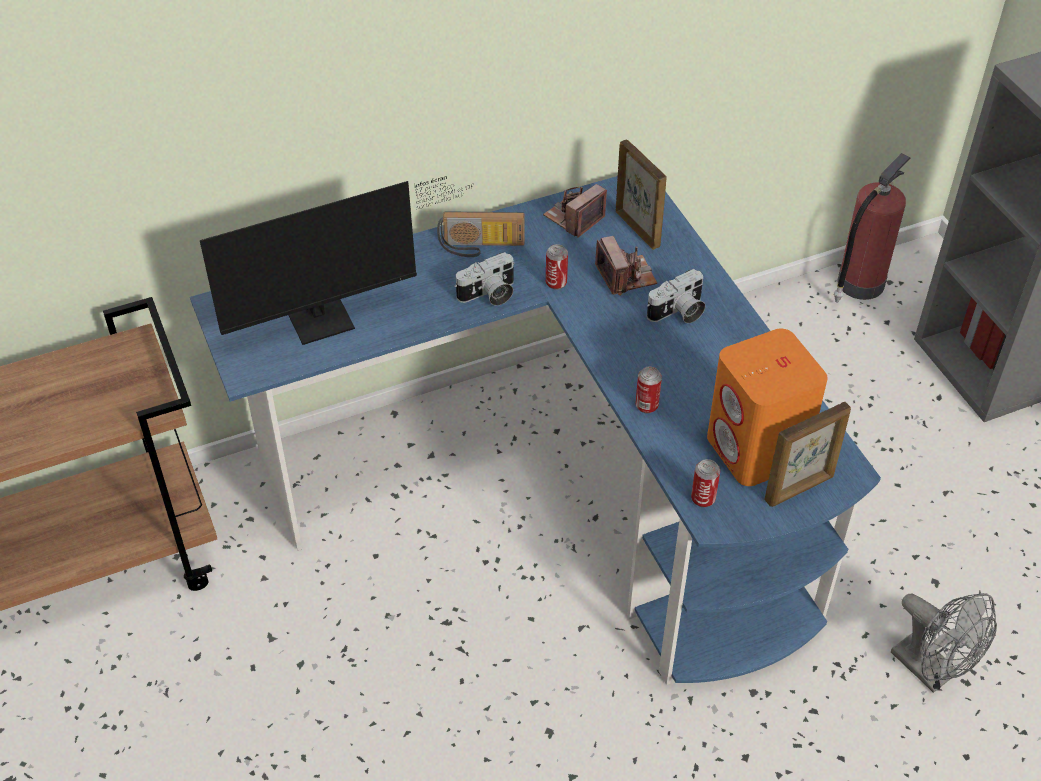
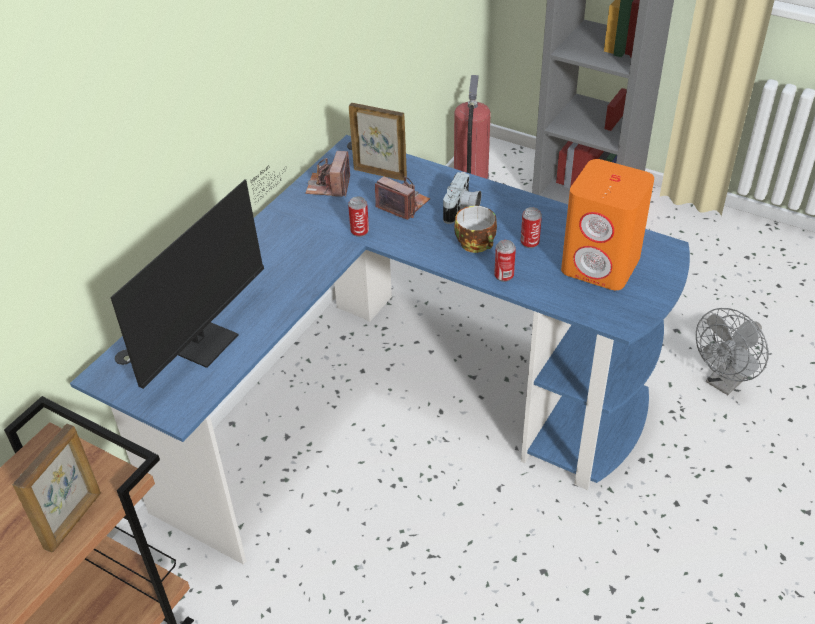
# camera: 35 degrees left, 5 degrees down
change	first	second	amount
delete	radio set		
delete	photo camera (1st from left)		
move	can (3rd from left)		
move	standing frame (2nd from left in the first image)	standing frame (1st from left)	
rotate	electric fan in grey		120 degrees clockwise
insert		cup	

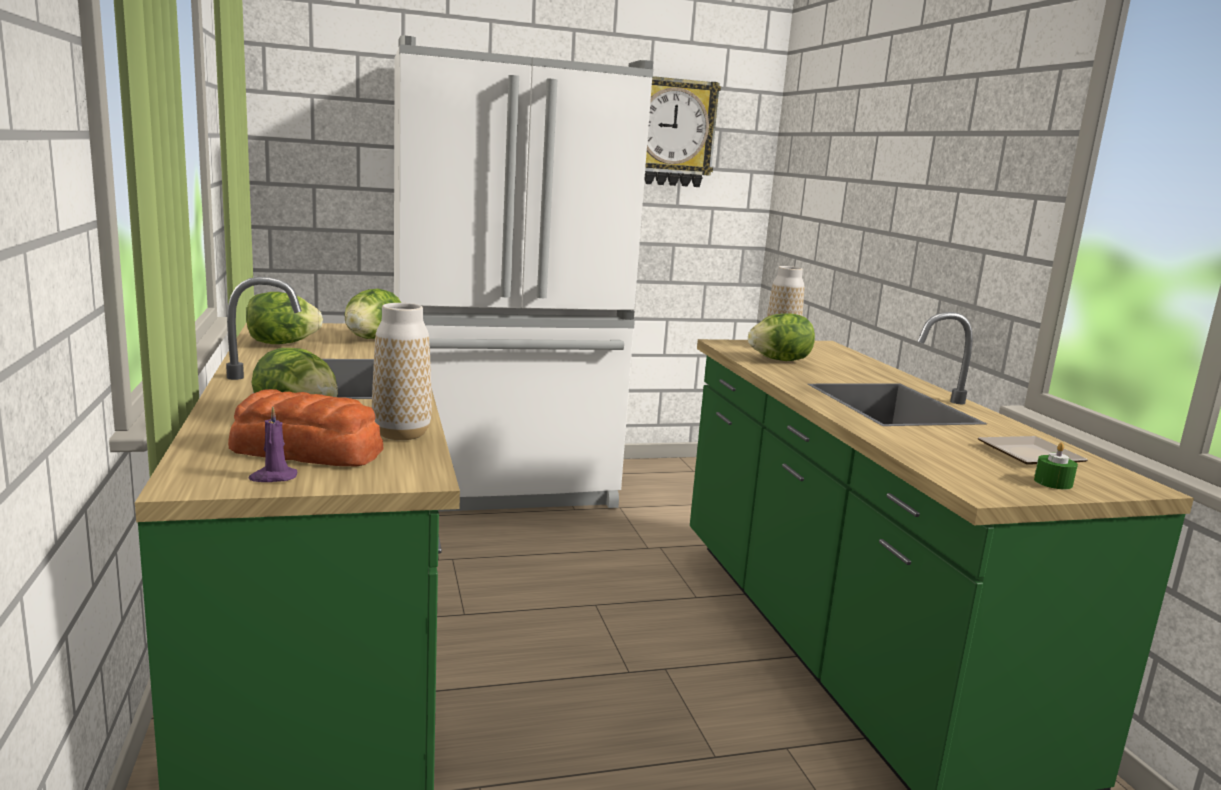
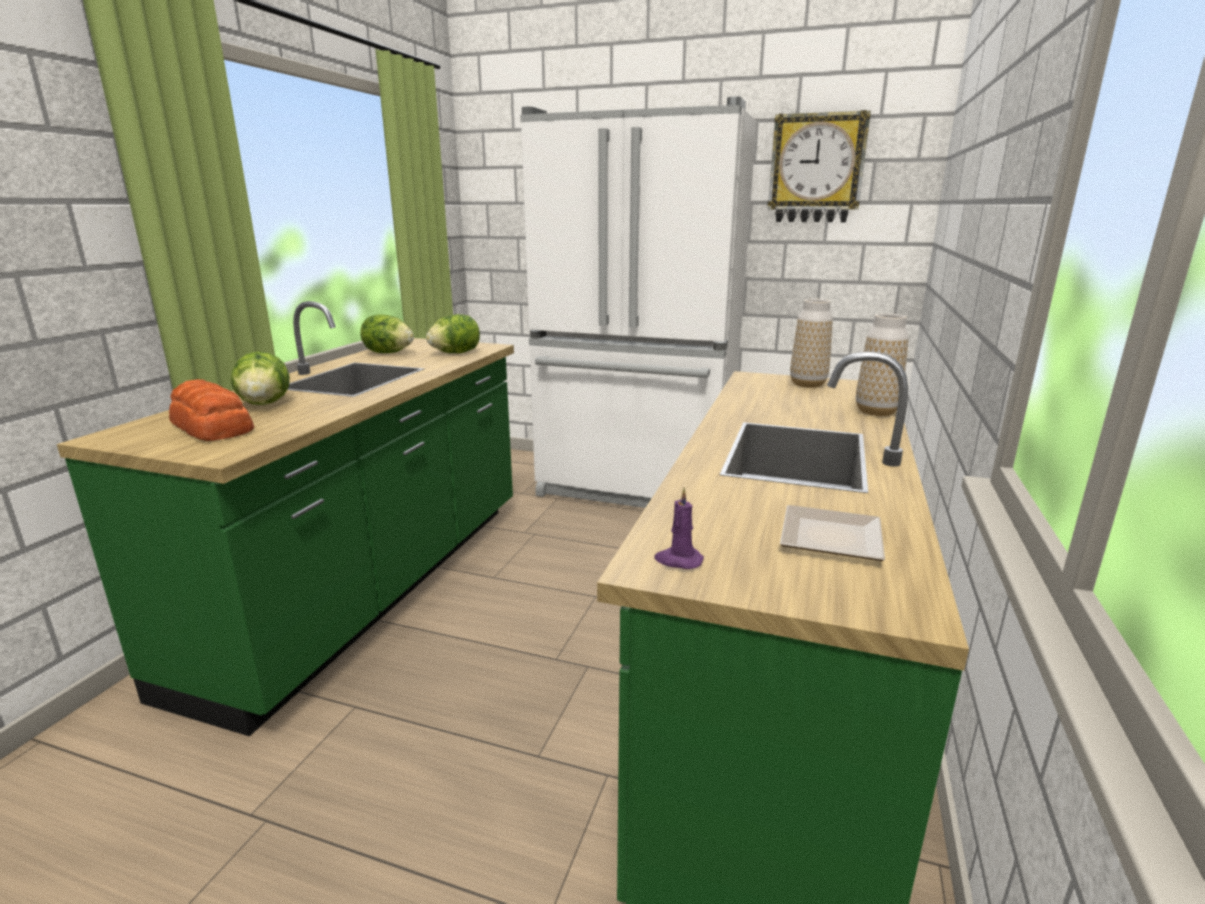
# camera: 35 degrees right, 5 degrees up
change	first	second	amount
move	wax candle in purplish		
move	decorative vase (1st from left in the first image)	decorative vase (2nd from left)	
delete	head of lettuce (4th from left)		
delete	wax candle in green		

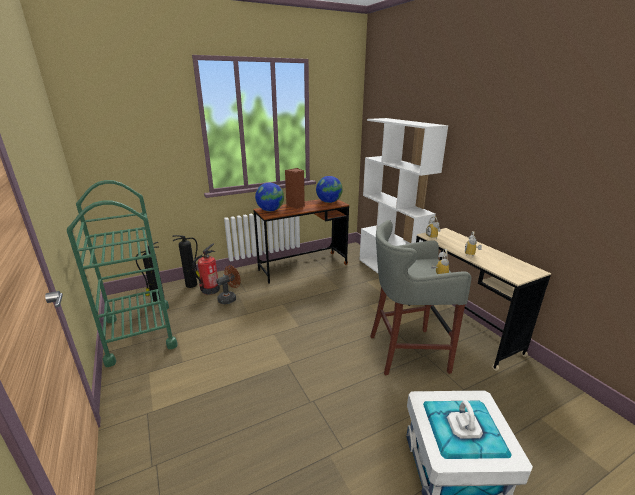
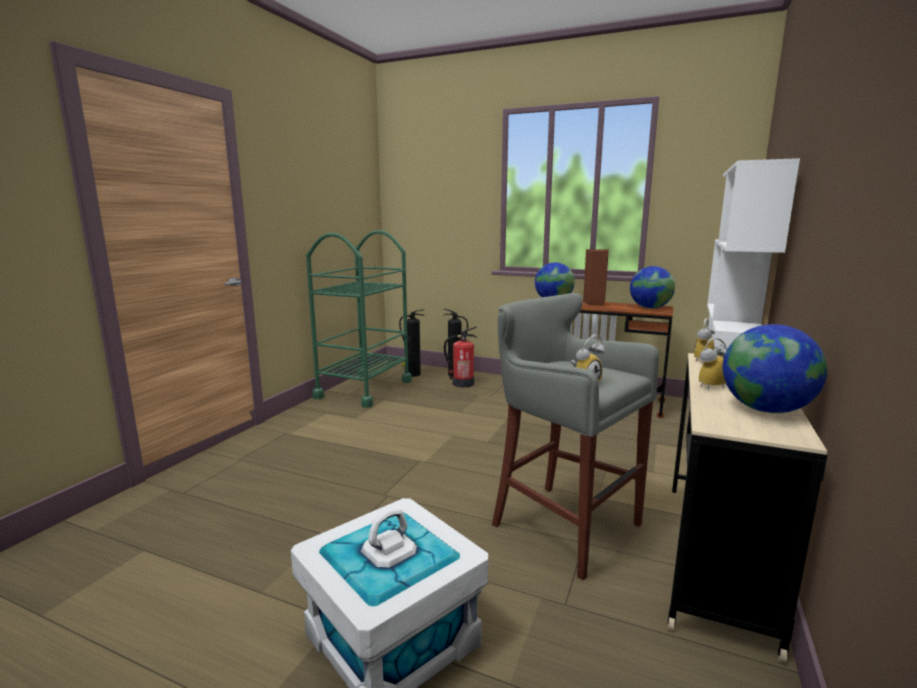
# camera: 50 degrees right, 10 degrees down
change	first	second	amount
delete	electric fan in brown-coloured		
insert		globe (3rd from left)	

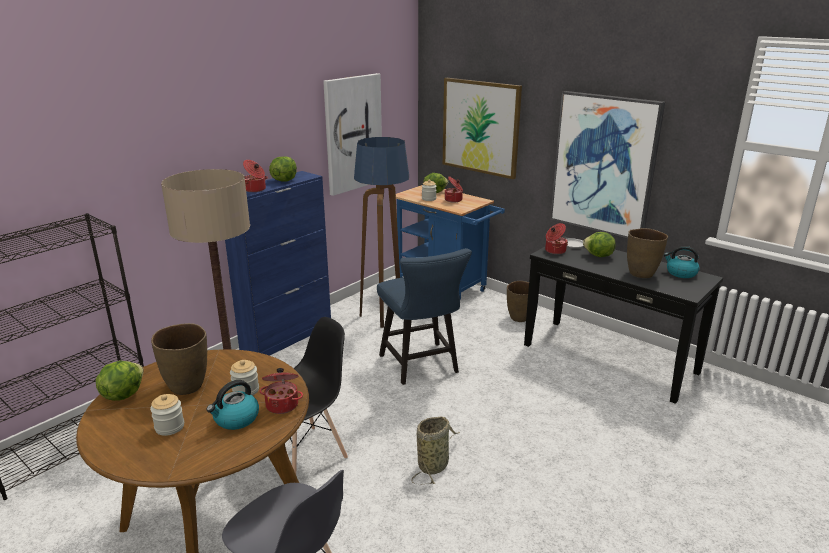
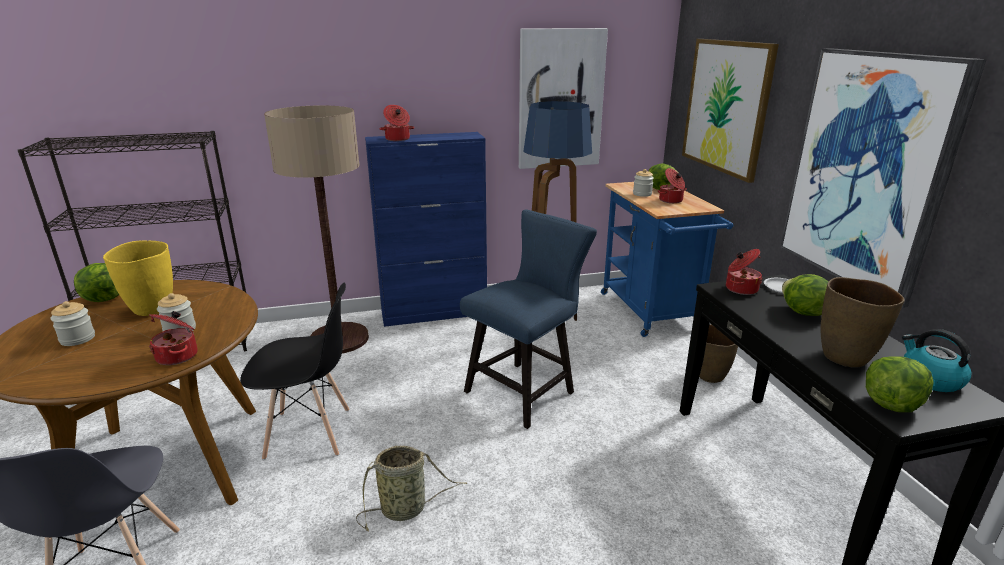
# camera: 35 degrees right, 0 degrees up
change	first	second	amount
recolor	decorative vase in brown-coloured (1st from left)	decorative vase in yellow	
delete	water kettle (1st from left)		
move	head of lettuce (2nd from left in the first image)	head of lettuce (4th from left)	
rotate	plain chair in blue-coloured		150 degrees counterclockwise

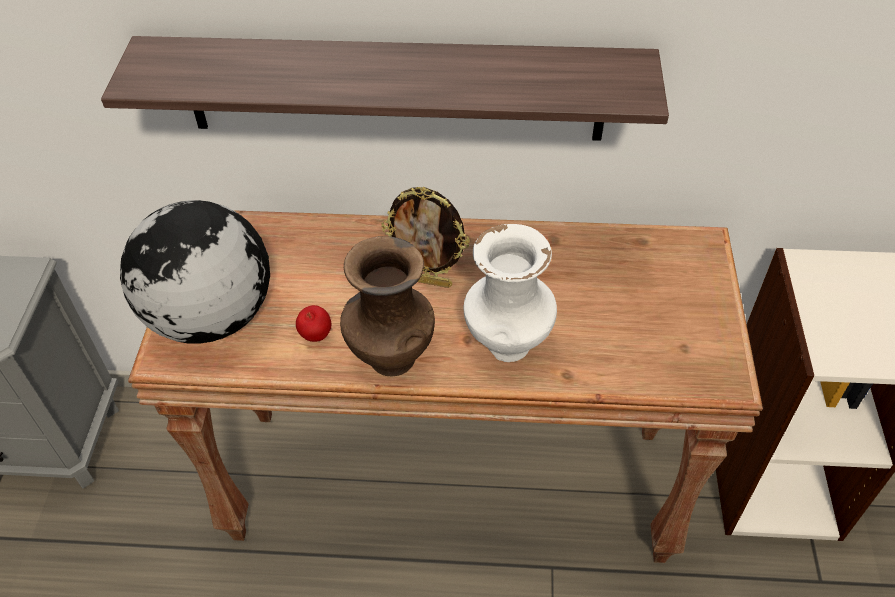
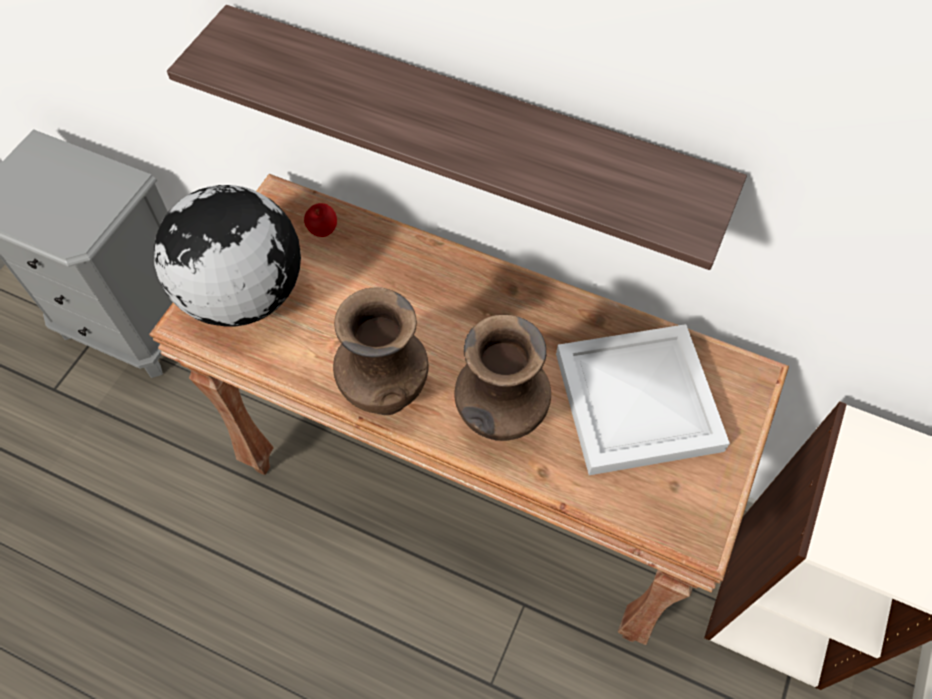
# camera: 20 degrees right, 10 degrees up
change	first	second	amount
move	apple		
delete	standing frame		
recolor	decorative vase in whitish	decorative vase in brown-coloured (2nd from left)	
insert		serving tray in whitish	

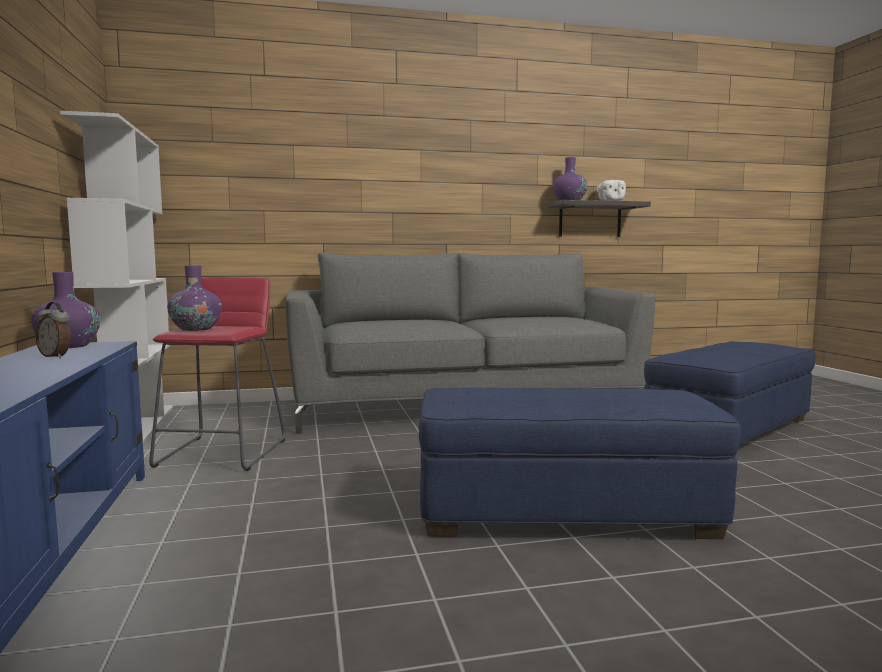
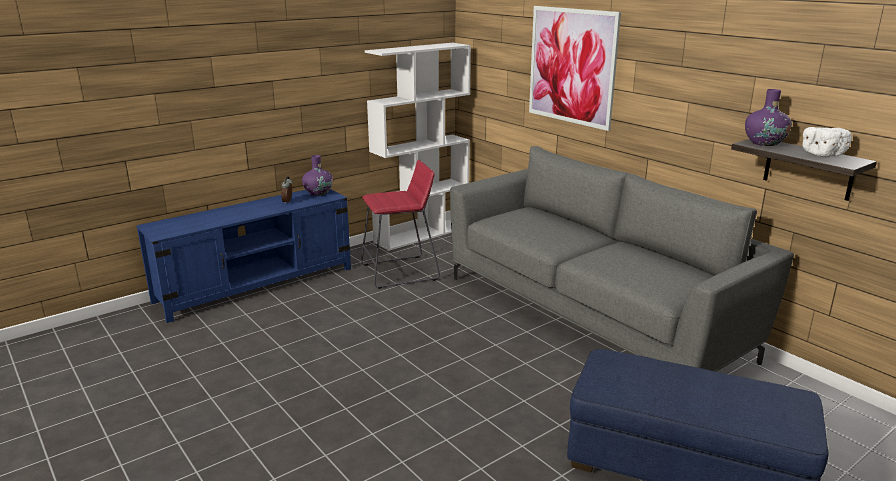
# camera: 65 degrees right, 15 degrees up
change	first	second	amount
delete	decorative vase in purplish (2nd from left)		
delete	pouffe in blue-coloured (1st from left)		
insert		picture	

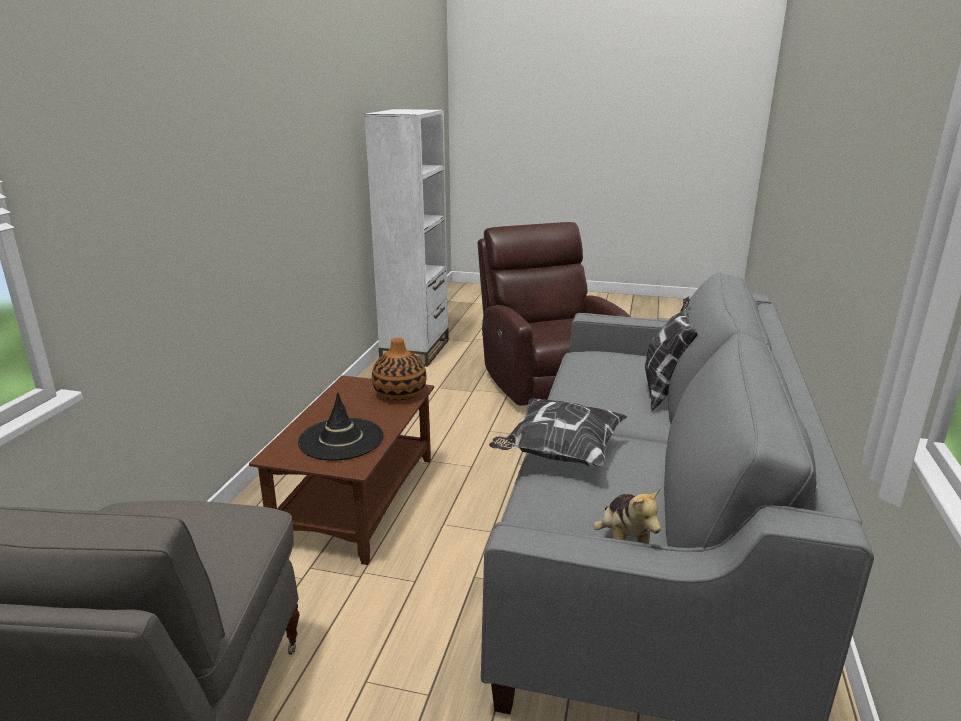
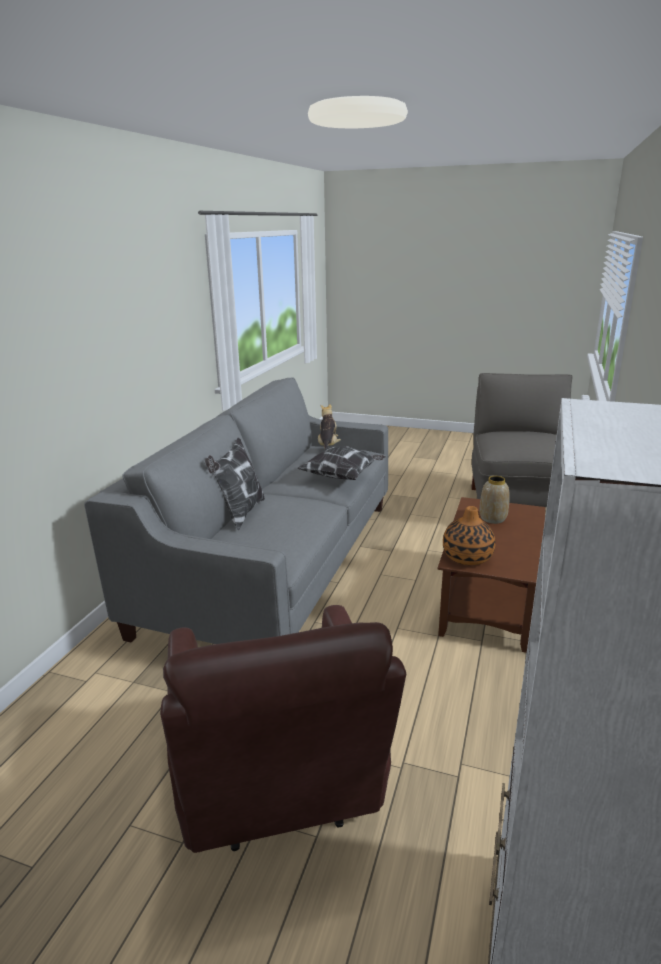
# camera: 175 degrees left, 0 degrees up
change	first	second	amount
replace	wearable hat in black	decorative vase (2nd from left)	

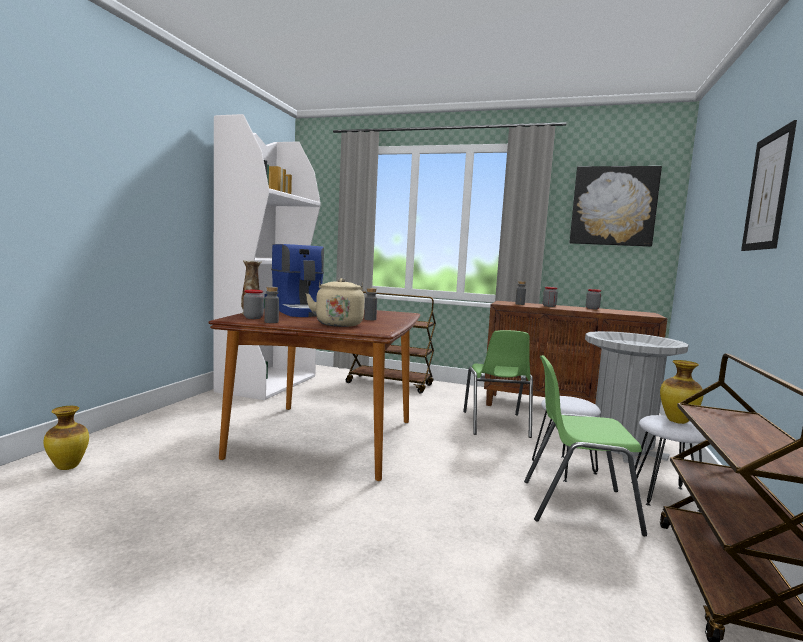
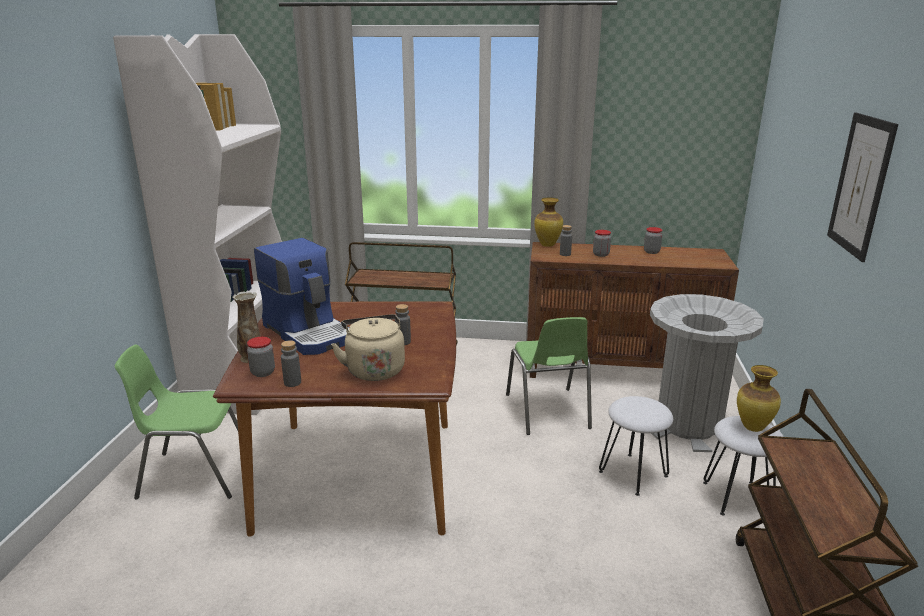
# camera: 10 degrees left, 15 degrees up
change	first	second	amount
move	decorative vase (1st from left in the first image)	decorative vase (2nd from left)	
move	plain chair in green (2nd from left in the first image)	plain chair in green (1st from left)	
delete	picture (1st from left)		

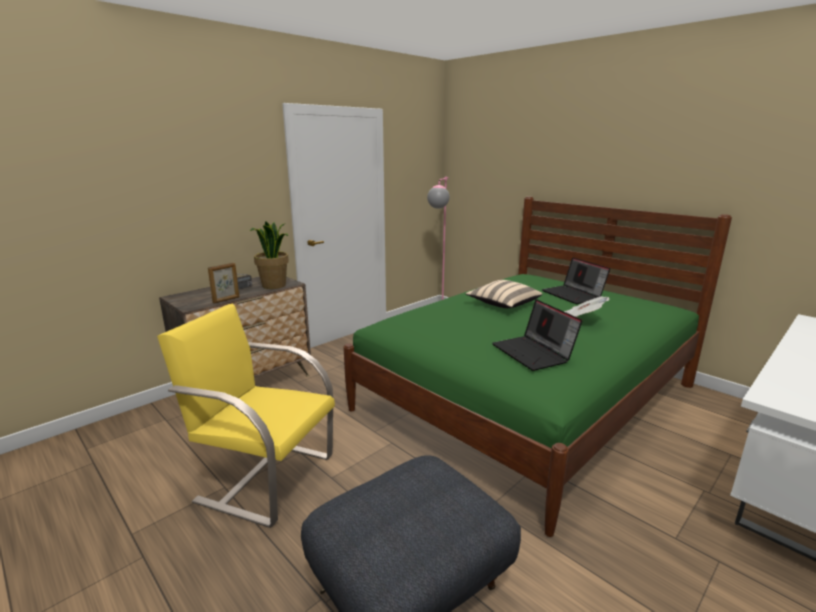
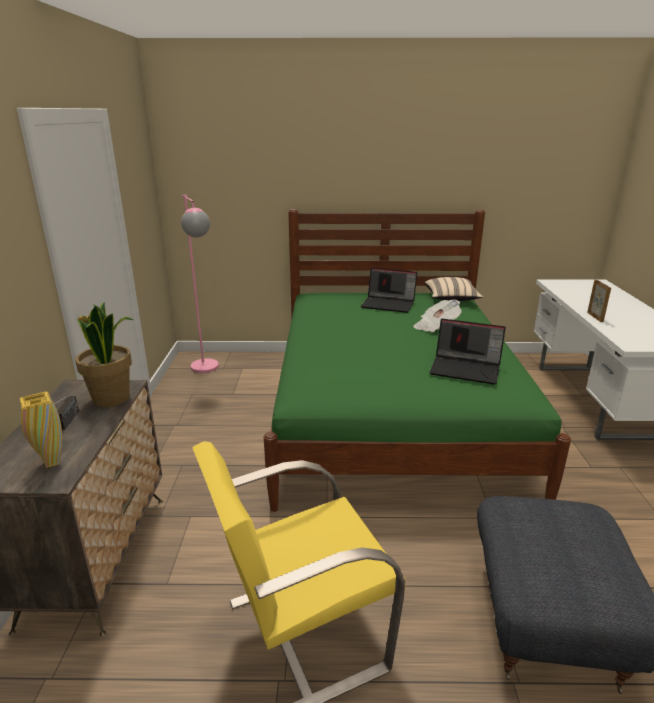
# camera: 45 degrees left, 5 degrees up
change	first	second	amount
move	standing frame		
move	pillow in beige-coloured		
insert		decorative vase in yellow	

